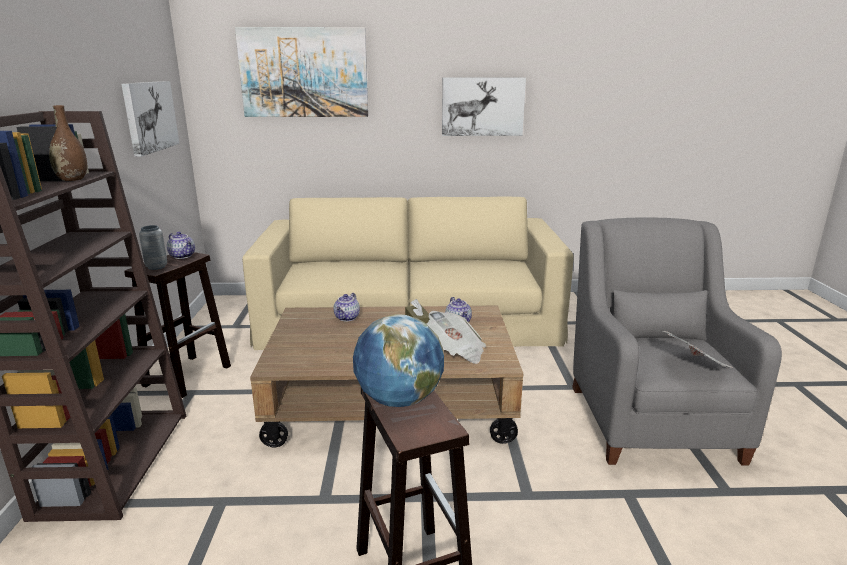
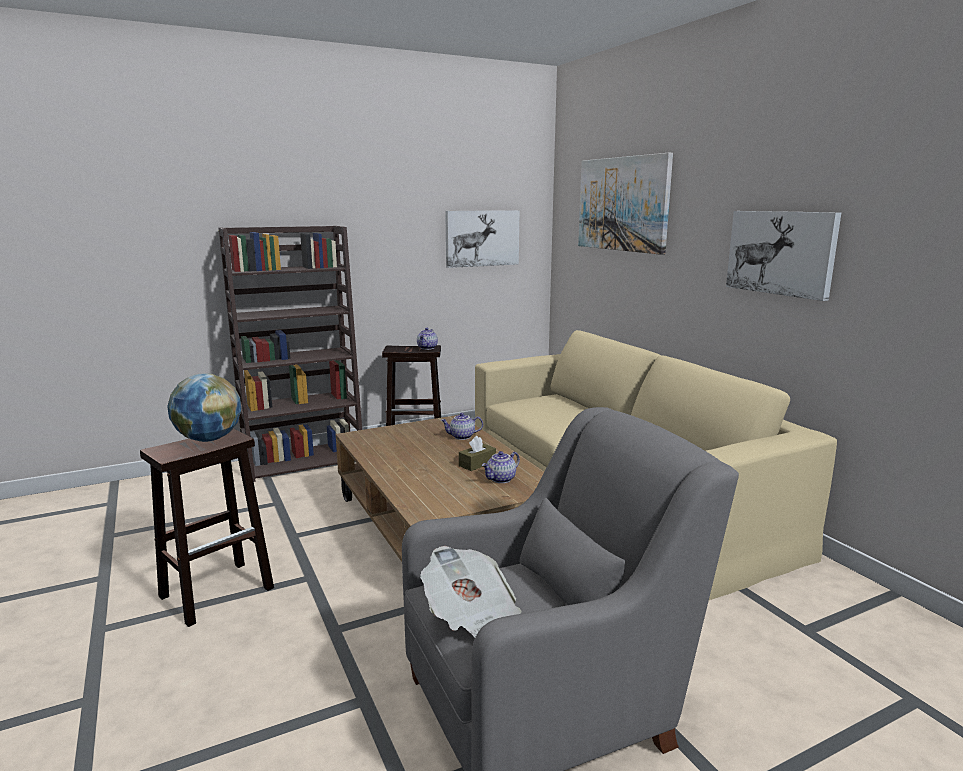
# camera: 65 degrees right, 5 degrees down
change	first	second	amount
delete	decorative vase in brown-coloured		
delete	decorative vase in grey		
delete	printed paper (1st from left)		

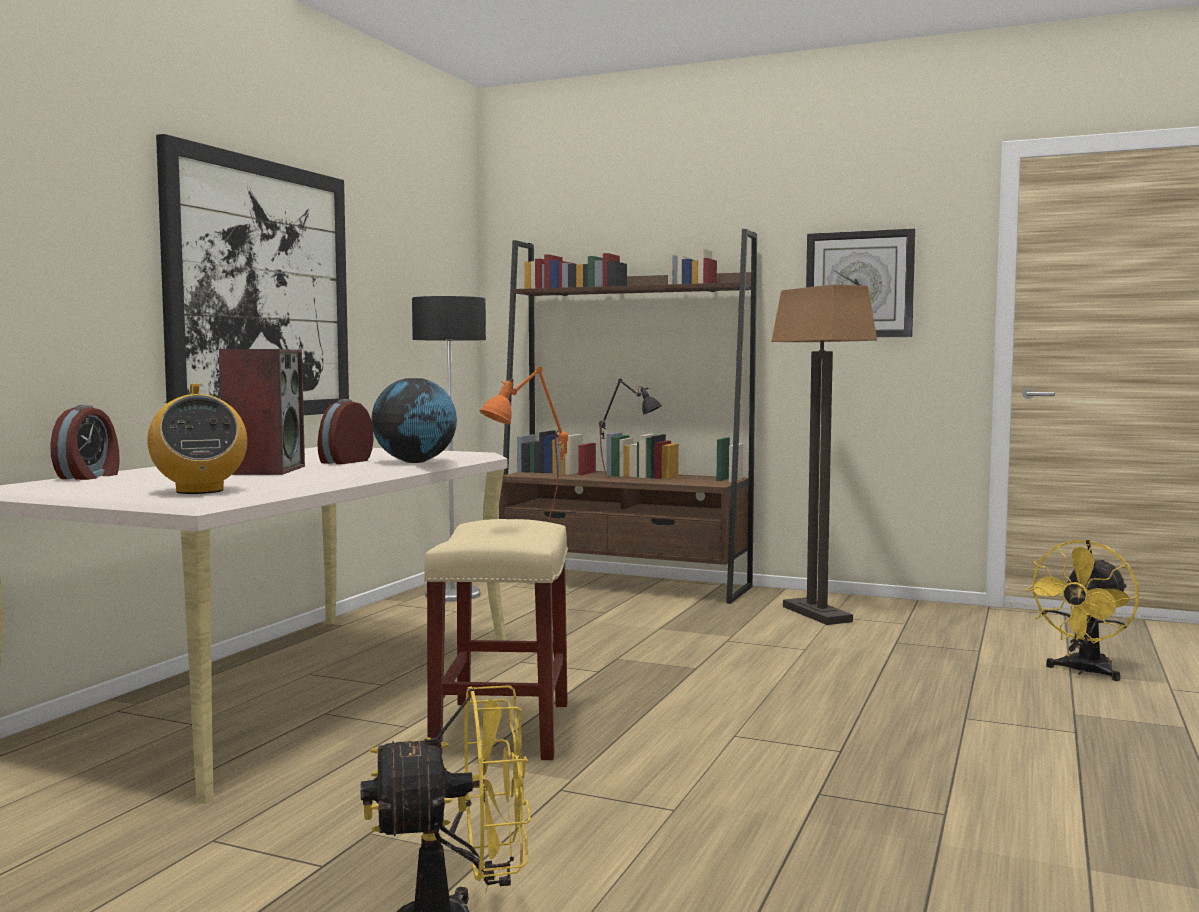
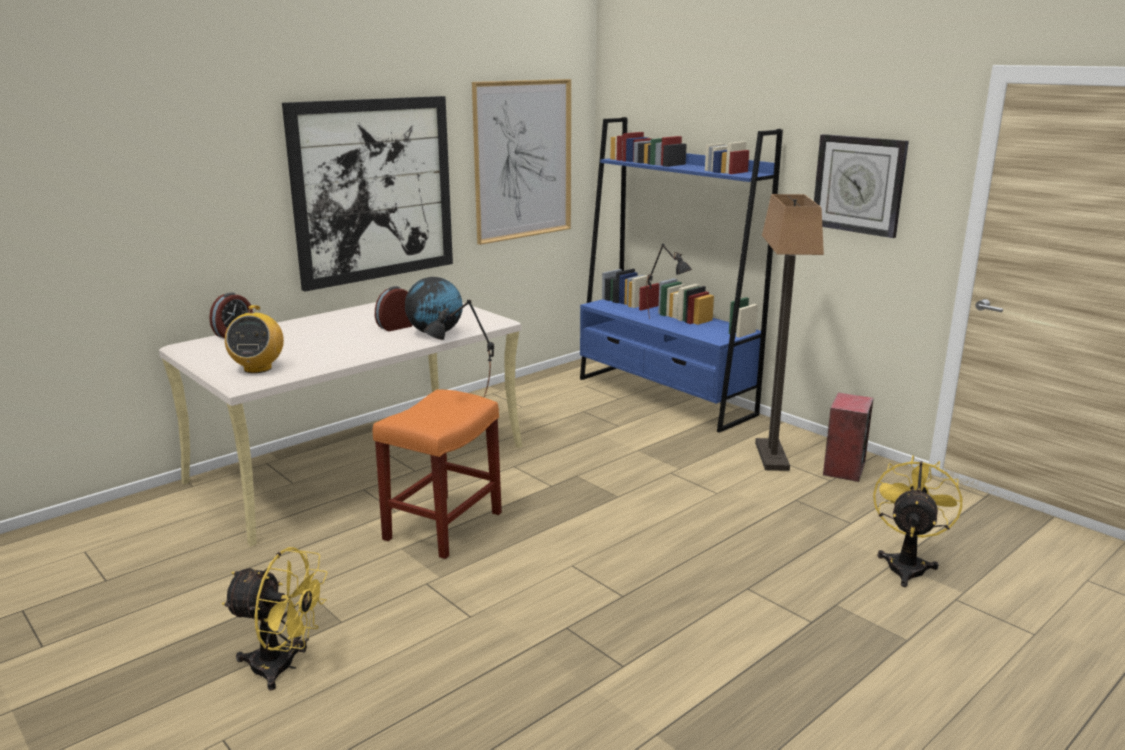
# camera: 25 degrees right, 15 degrees up
change	first	second	amount
move	audio speaker		
delete	standard lamp (1st from left)		
recolor	stool in beige-coloured	stool in orange	
recolor	table lamp in orange	table lamp in black (1st from left)	
recolor	bookshelf in brown-coloured	bookshelf in blue-coloured	
rotate	electric fan in yellow (2nd from left)		135 degrees clockwise
insert		picture (2nd from left)	

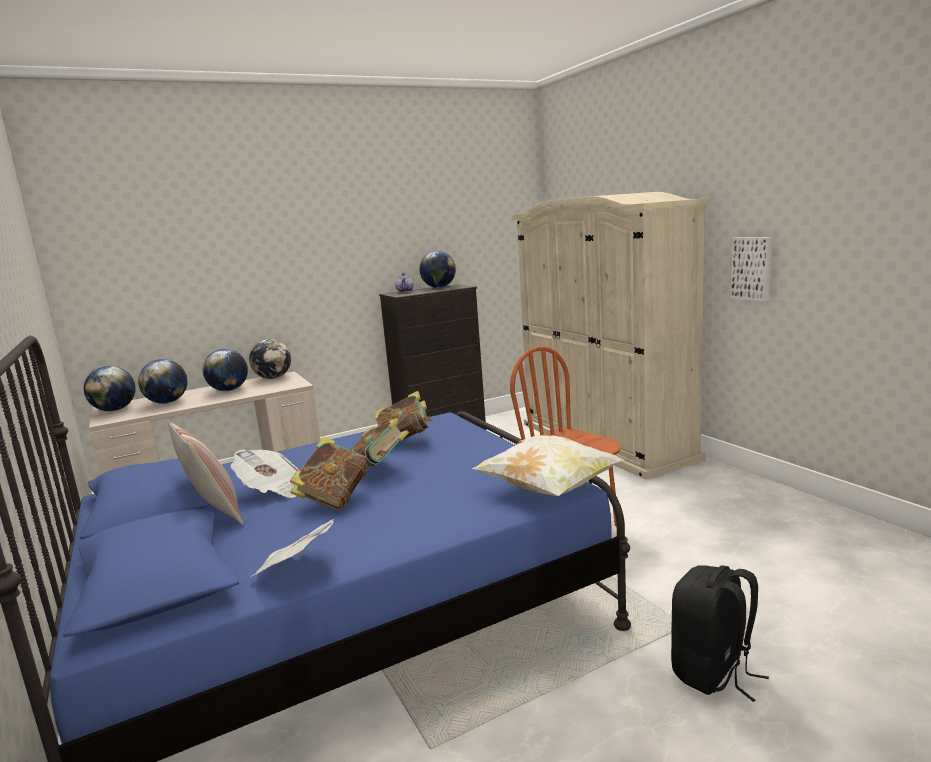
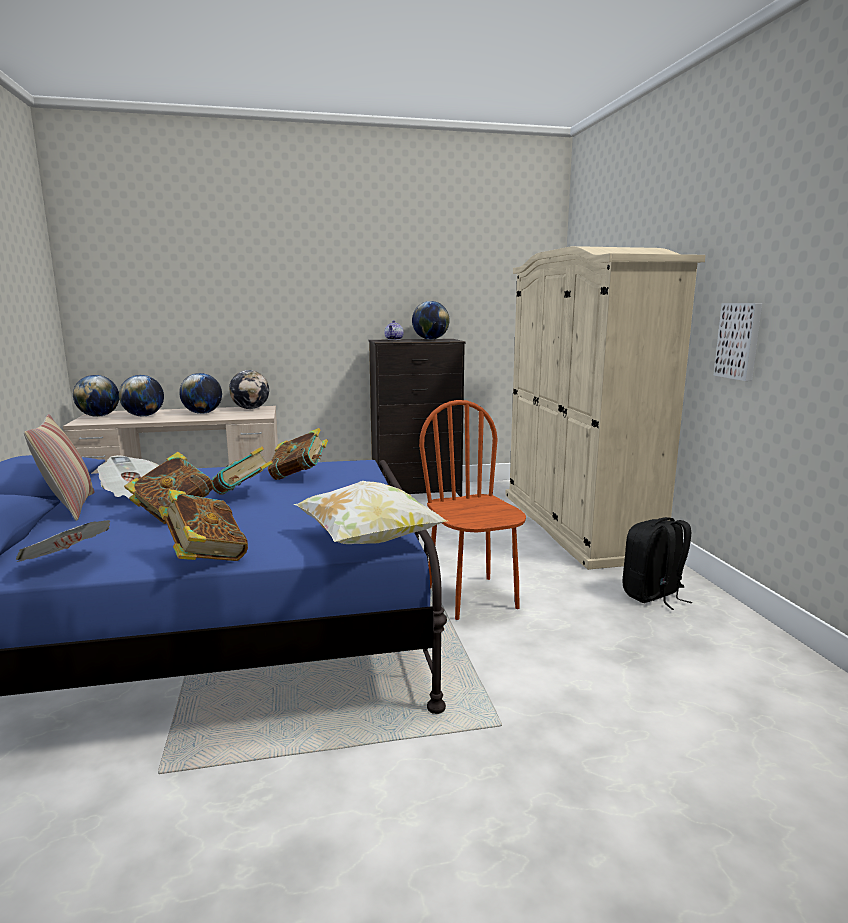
# camera: 15 degrees right, 0 degrees up
change	first	second	amount
move	backpack in black		
insert		book (2nd from left)	

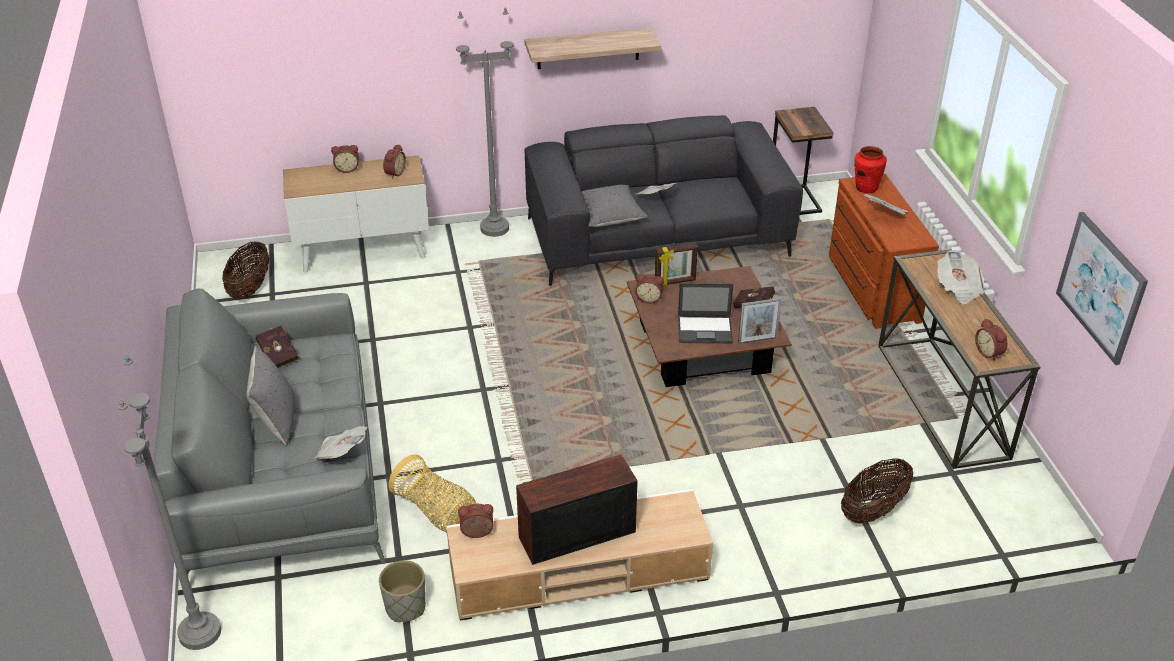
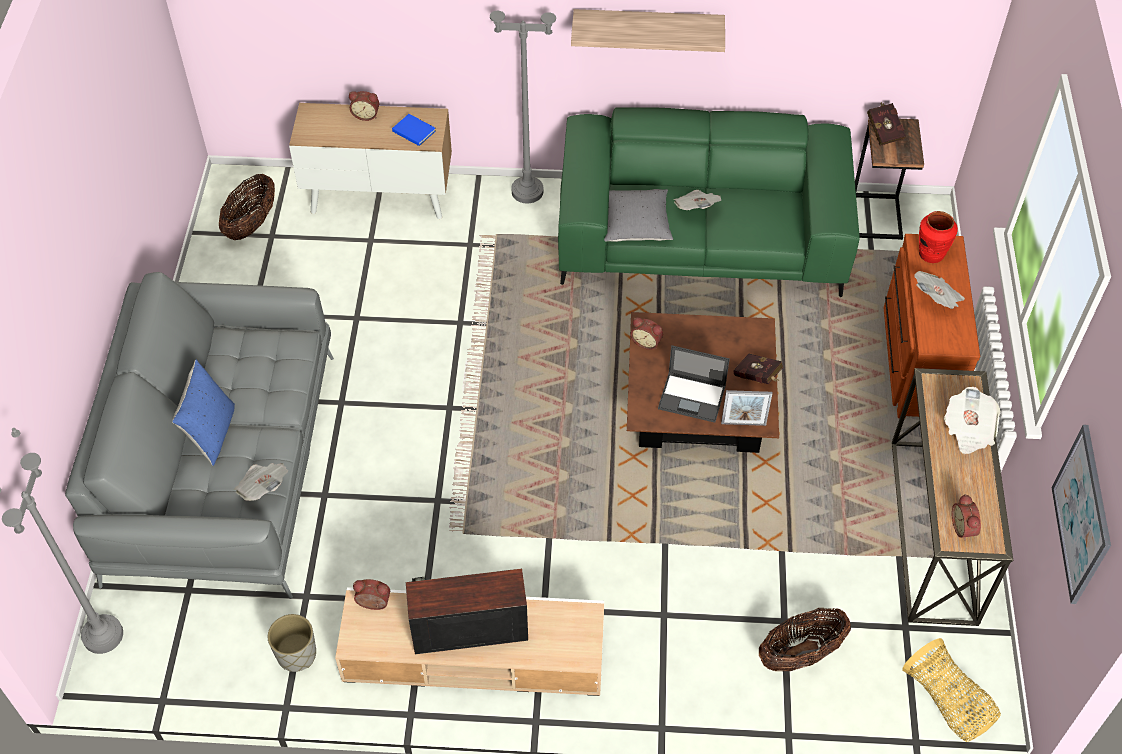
# camera: 15 degrees right, 15 degrees up
change	first	second	amount
recolor	pillow in grey (1st from left)	pillow in blue-coloured	
move	book in reddish (1st from left in the first image)	book in reddish (2nd from left)	
replace	bedside clock (2nd from left)	book in blue-coloured	
move	storage basket (2nd from left in the first image)	storage basket (3rd from left)	
recolor	sofa in grey (2nd from left)	sofa in green	
delete	standing frame (1st from left)		

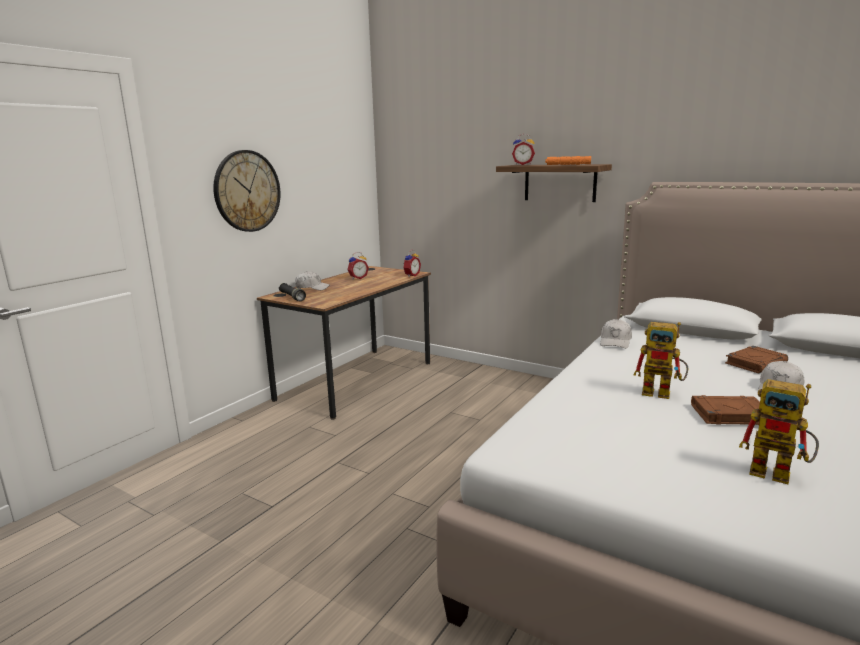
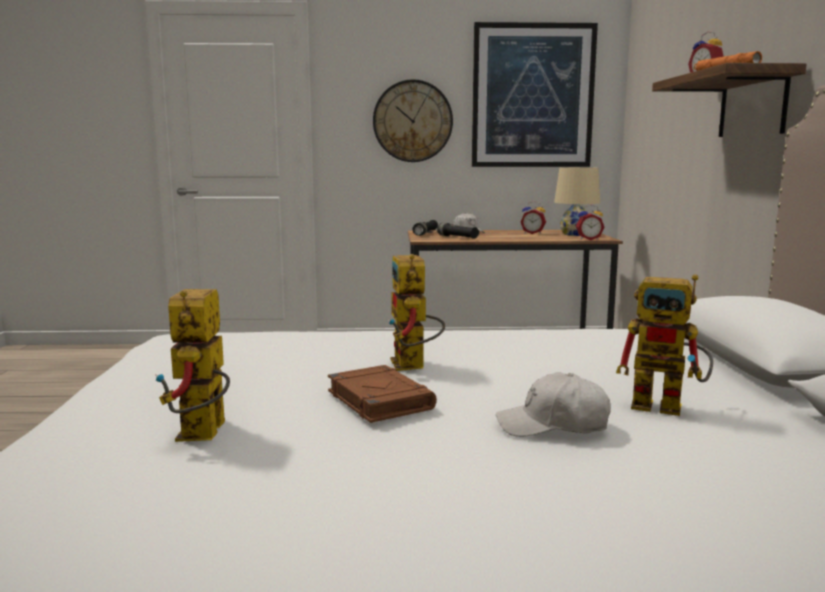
# camera: 55 degrees right, 5 degrees down
change	first	second	amount
delete	cap in whitish (2nd from left)		
replace	book in brown-coloured (2nd from left)	robot figure (3rd from left)	
insert		hand torch in black (2nd from left)	
insert		picture	
insert		table lamp in beige-coloured	

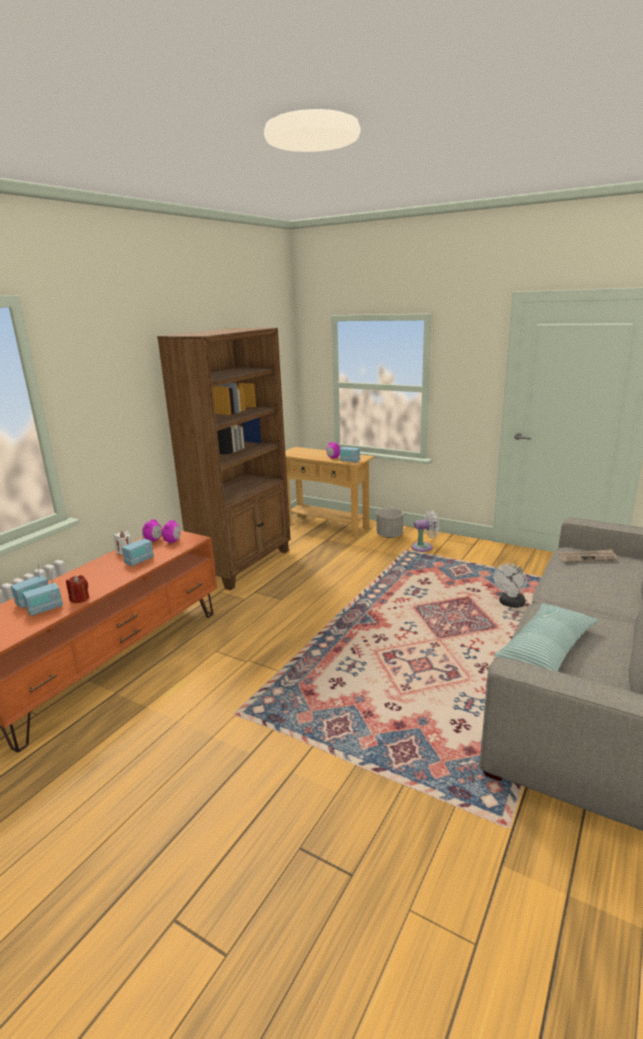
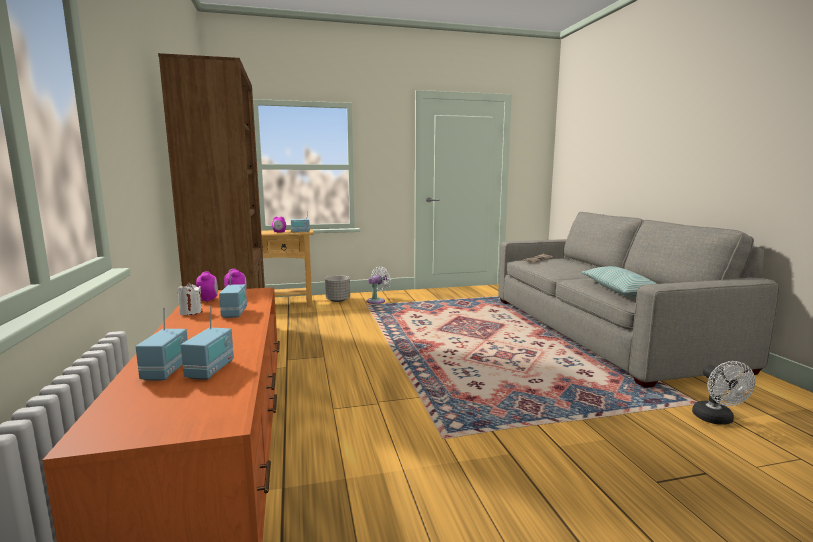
# camera: 45 degrees left, 10 degrees down
change	first	second	amount
delete	wax candle in reddish		
move	electric fan in whitish (2nd from left)		

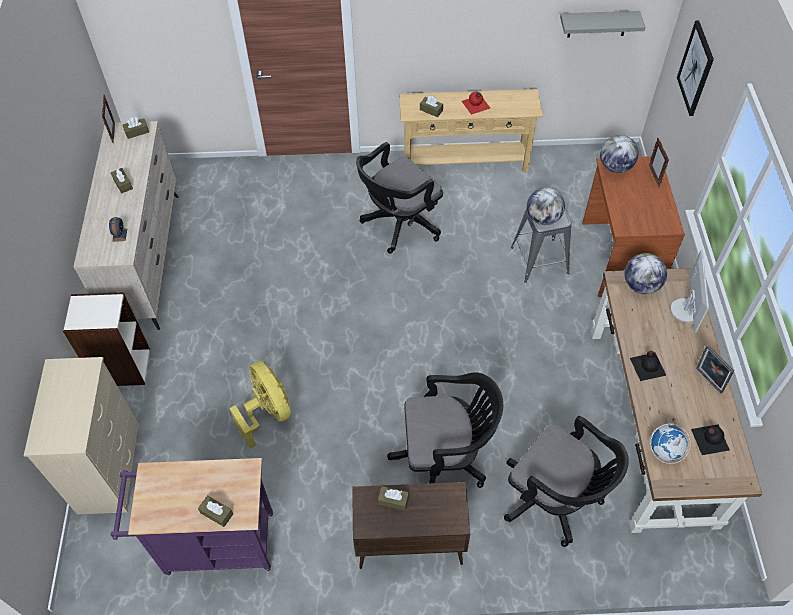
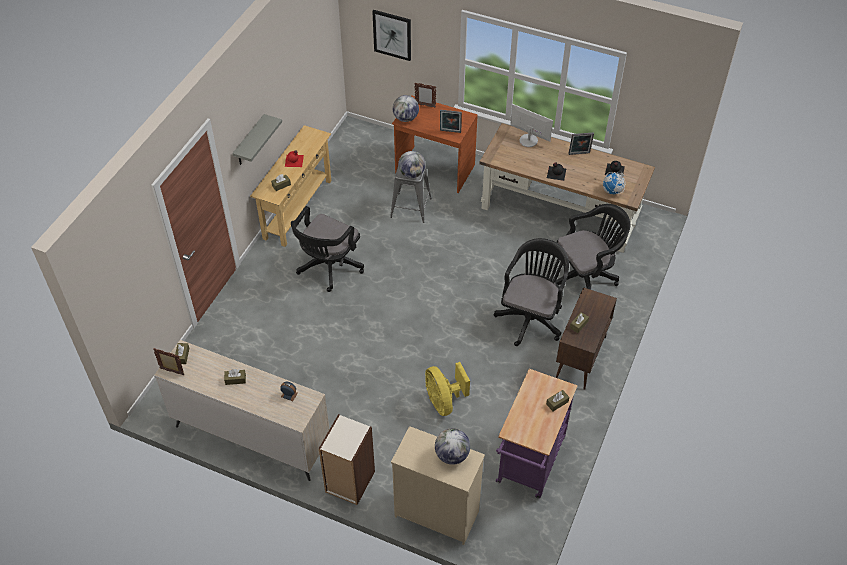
# camera: 65 degrees left, 5 degrees down
change	first	second	amount
rotate	electric fan in yellow		105 degrees counterclockwise
rotate	office chair in black (1st from left)		45 degrees clockwise
move	bracket shelf in grey		
move	globe (3rd from left)		
insert		standing frame (3rd from left)	

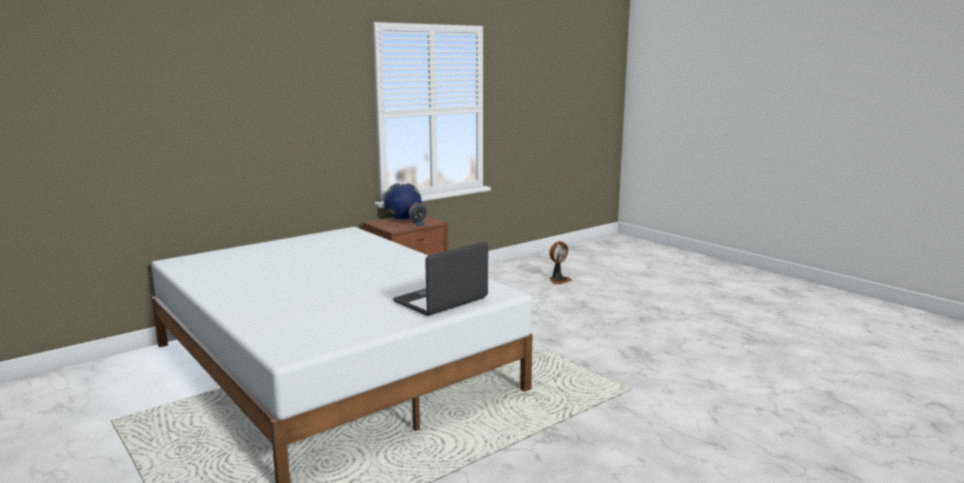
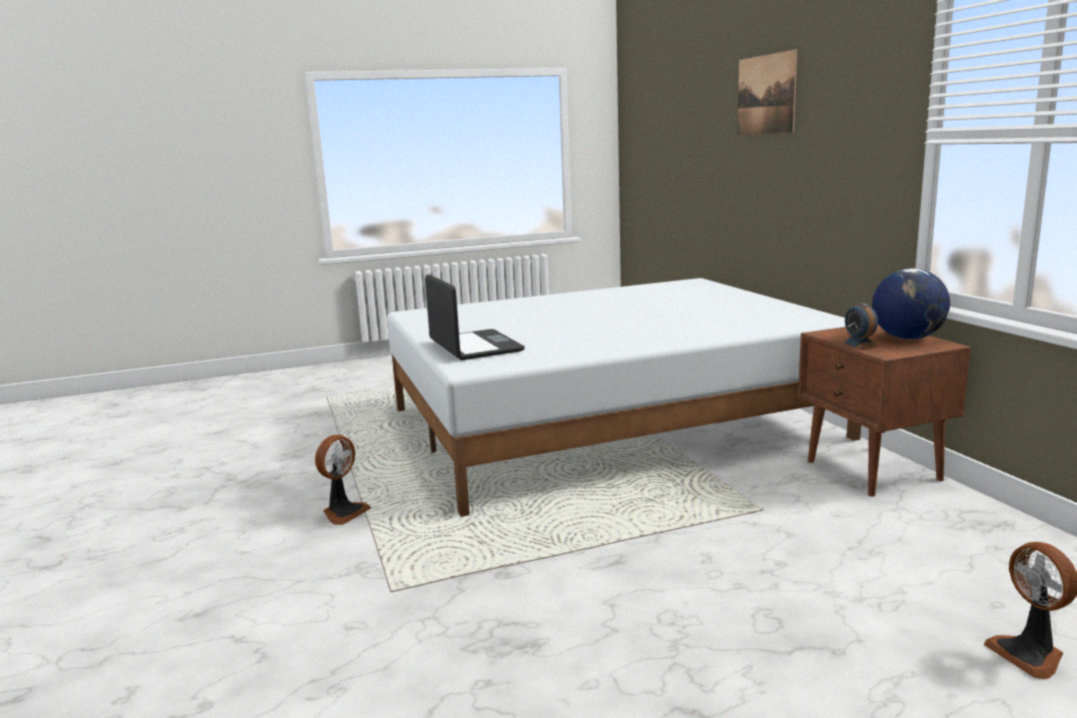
# camera: 110 degrees right, 0 degrees up
change	first	second	amount
insert		electric fan (1st from left)	
insert		picture	

